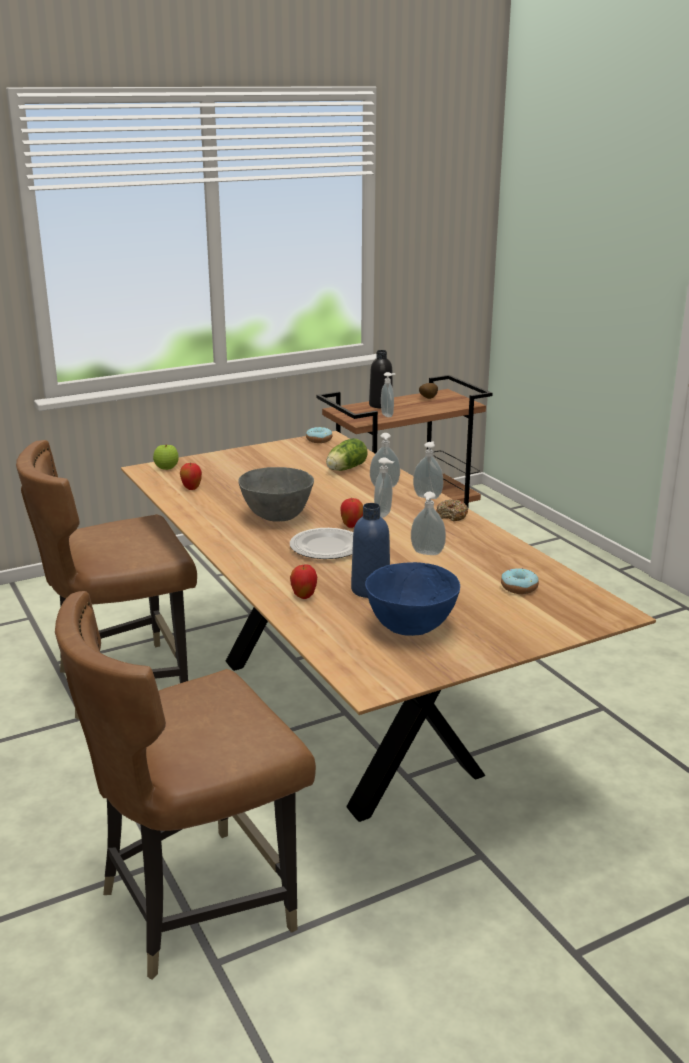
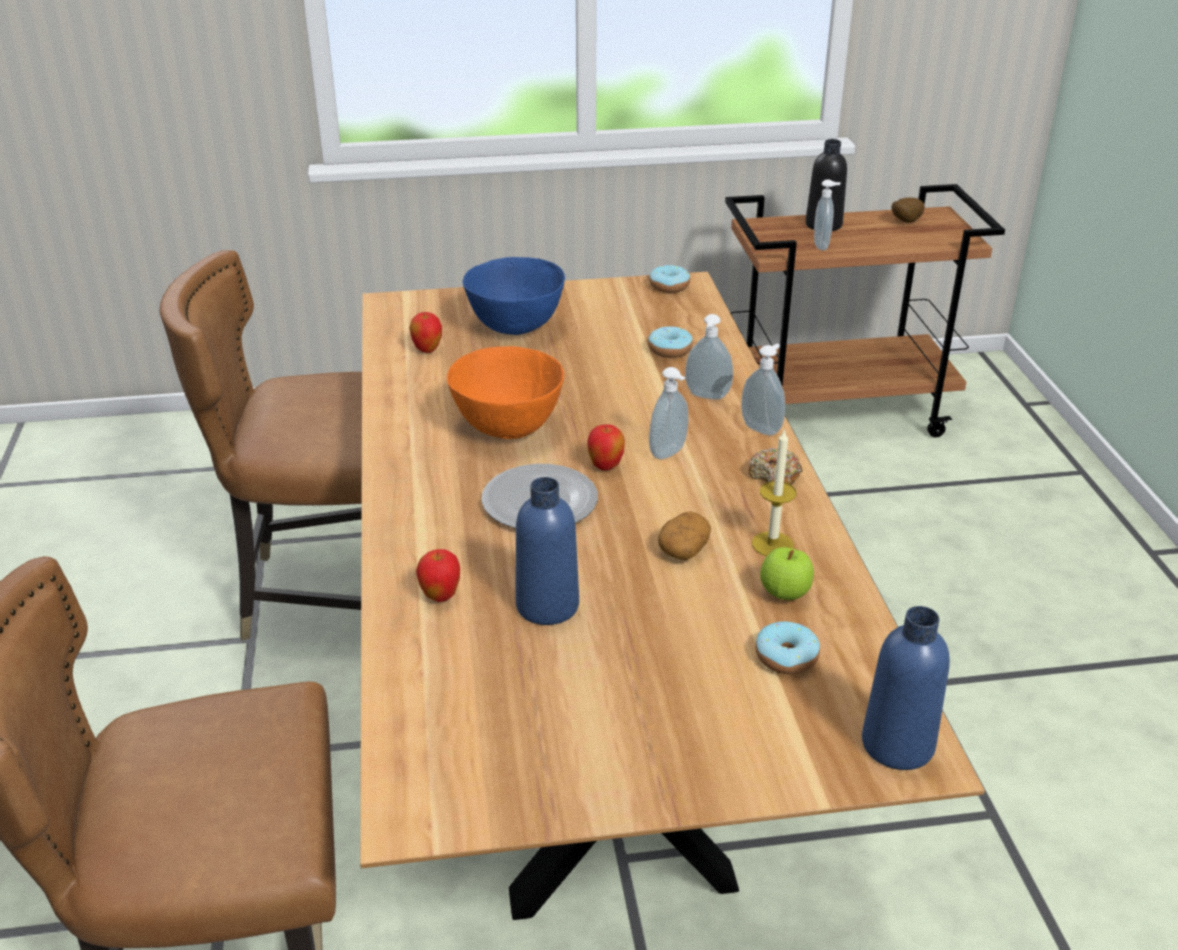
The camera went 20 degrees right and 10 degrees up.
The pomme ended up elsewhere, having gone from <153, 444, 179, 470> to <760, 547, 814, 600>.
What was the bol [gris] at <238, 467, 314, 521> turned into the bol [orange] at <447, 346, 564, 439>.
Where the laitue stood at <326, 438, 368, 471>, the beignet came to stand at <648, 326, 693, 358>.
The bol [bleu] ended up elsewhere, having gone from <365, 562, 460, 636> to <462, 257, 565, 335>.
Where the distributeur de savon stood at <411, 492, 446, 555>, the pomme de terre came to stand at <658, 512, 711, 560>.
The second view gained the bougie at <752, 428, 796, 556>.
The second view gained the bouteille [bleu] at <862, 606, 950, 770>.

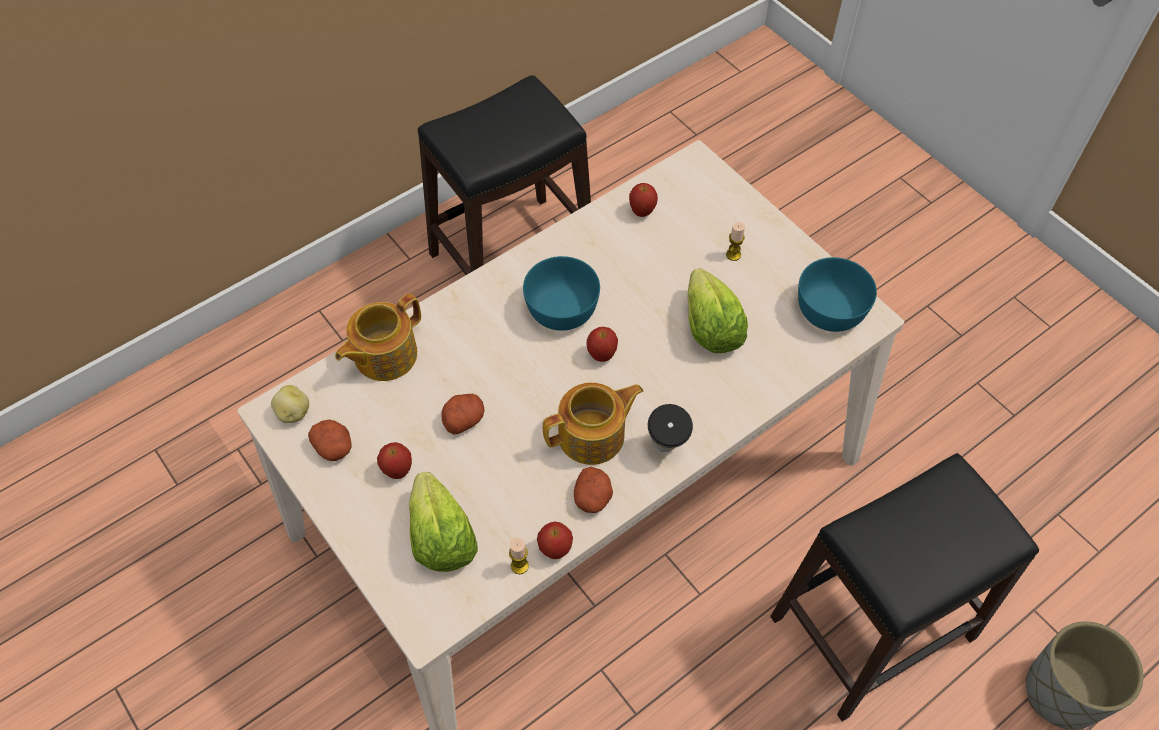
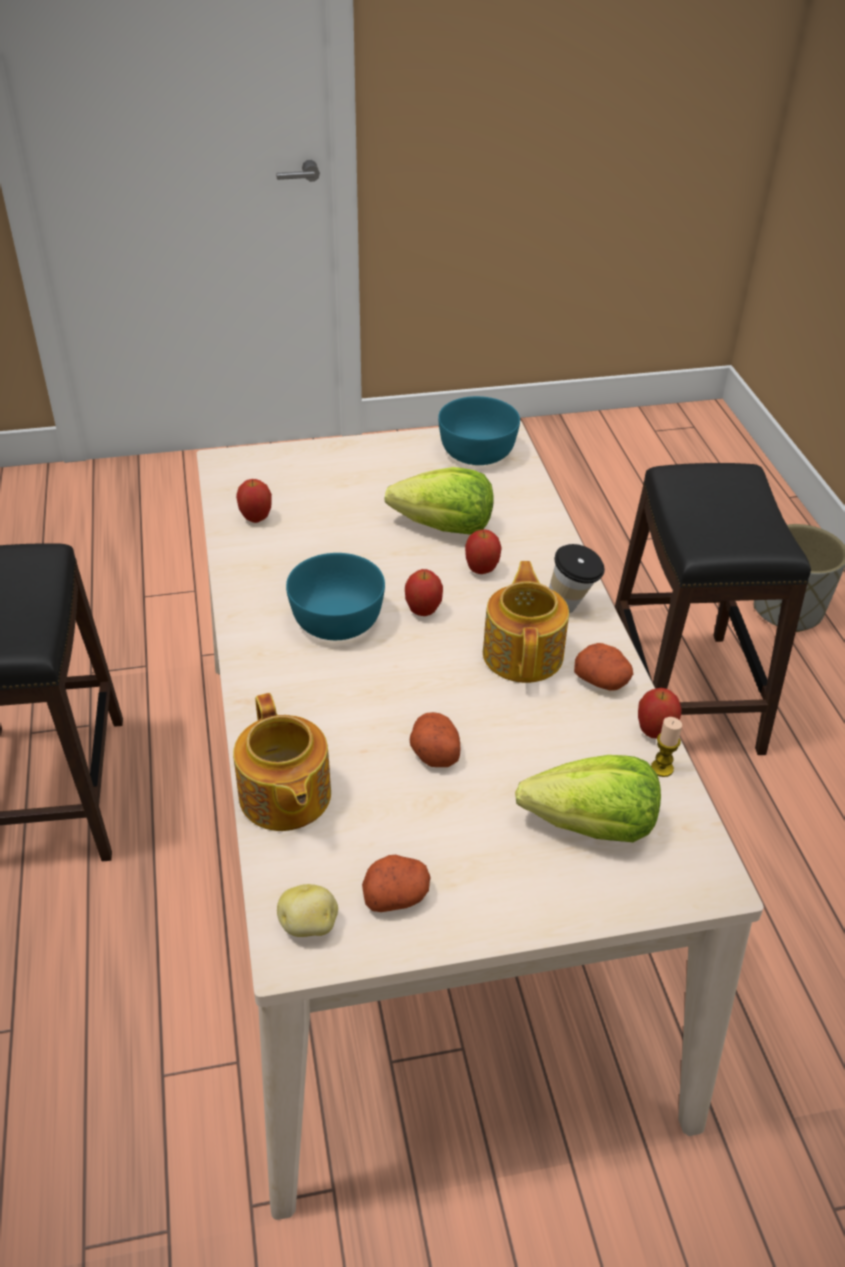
The camera went 65 degrees left and 15 degrees down.
The pomme ended up elsewhere, having gone from <377, 442, 412, 479> to <465, 529, 502, 574>.
The second view lost the bougie at <726, 222, 745, 261>.

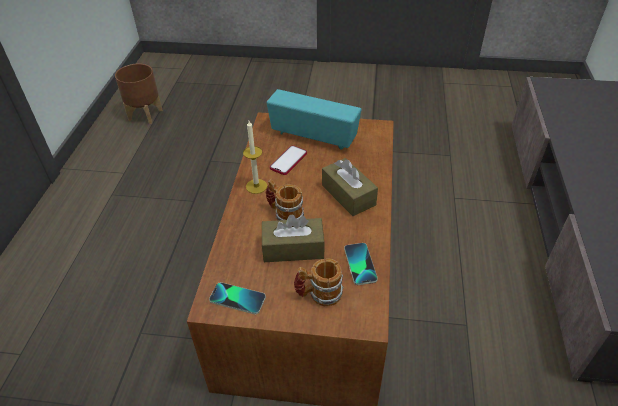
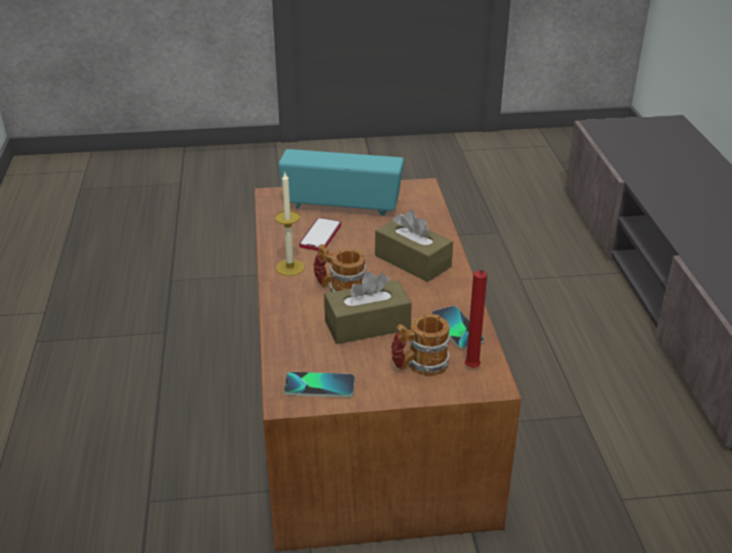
The camera went 15 degrees left and 10 degrees down.
The second view lost the cache-pot [marron] at <115, 64, 163, 124>.
The second view gained the bougie [rouge] at <465, 269, 487, 368>.

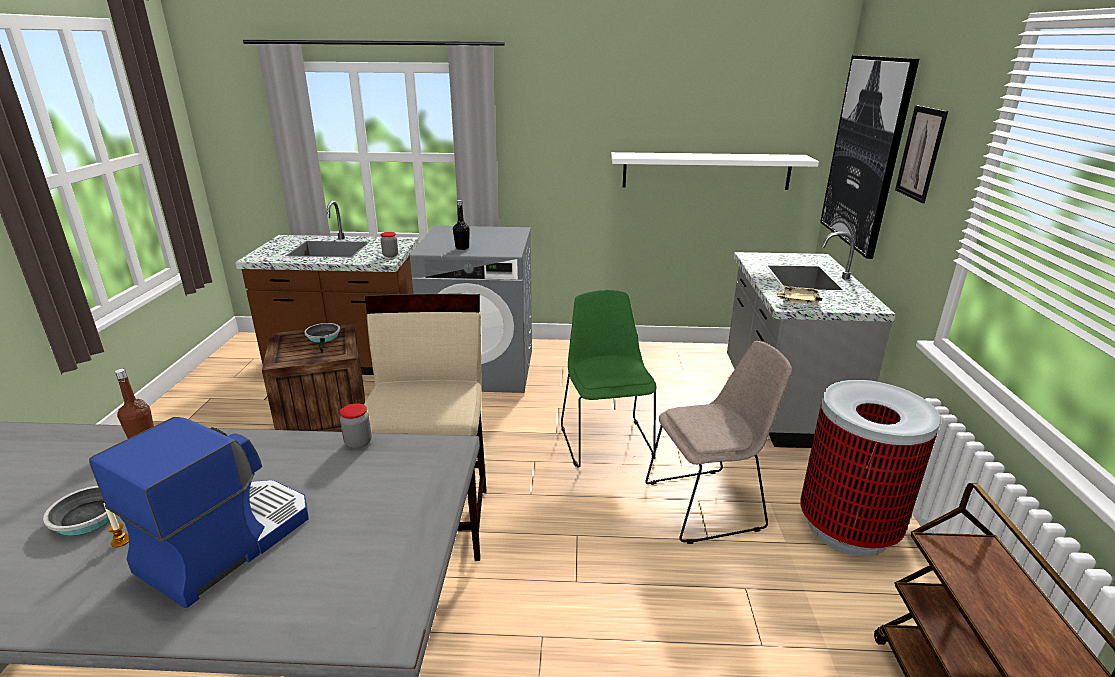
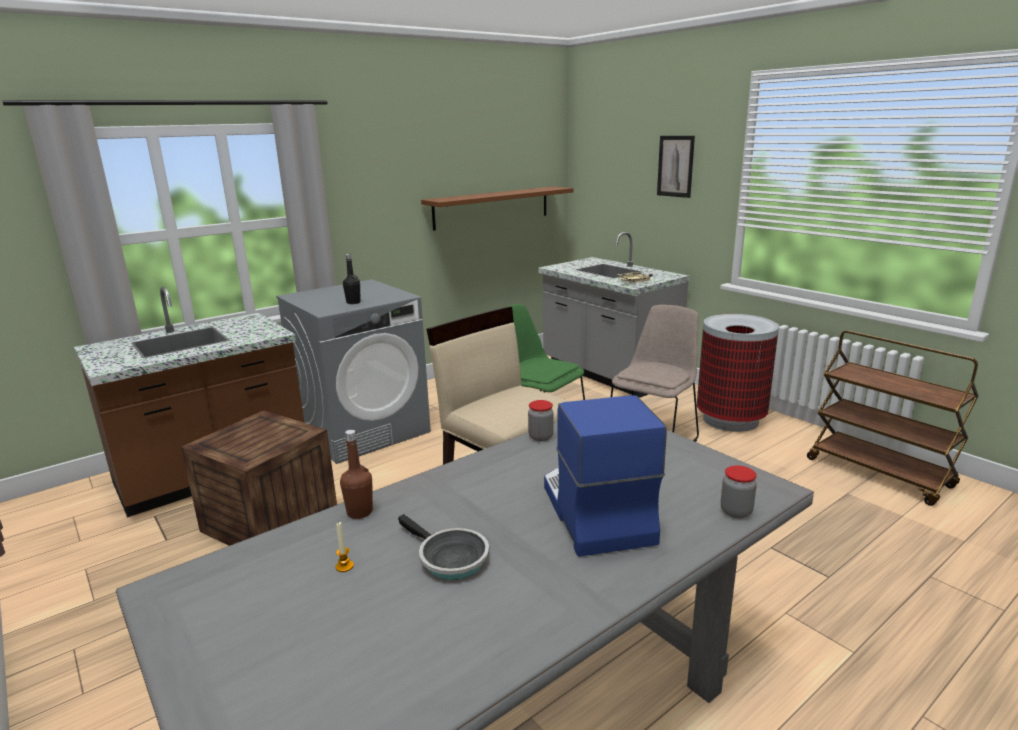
The camera went 40 degrees left and 5 degrees down.
The bougie ended up elsewhere, having gone from <104, 503, 129, 547> to <336, 522, 354, 572>.
The second view lost the poêle at <305, 323, 340, 353>.
The bocal ended up elsewhere, having gone from <381, 232, 398, 257> to <721, 465, 757, 518>.
What was the étagère [blanc] at <611, 152, 819, 190> turned into the étagère [marron] at <421, 186, 573, 231>.
The second view lost the tableau at <820, 55, 919, 259>.

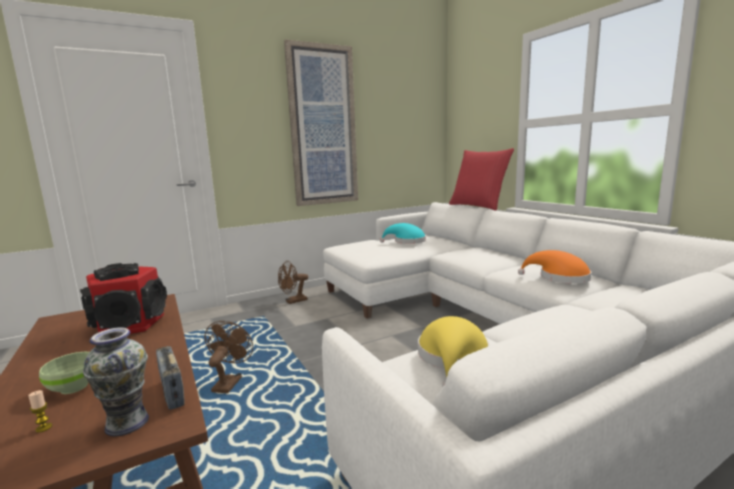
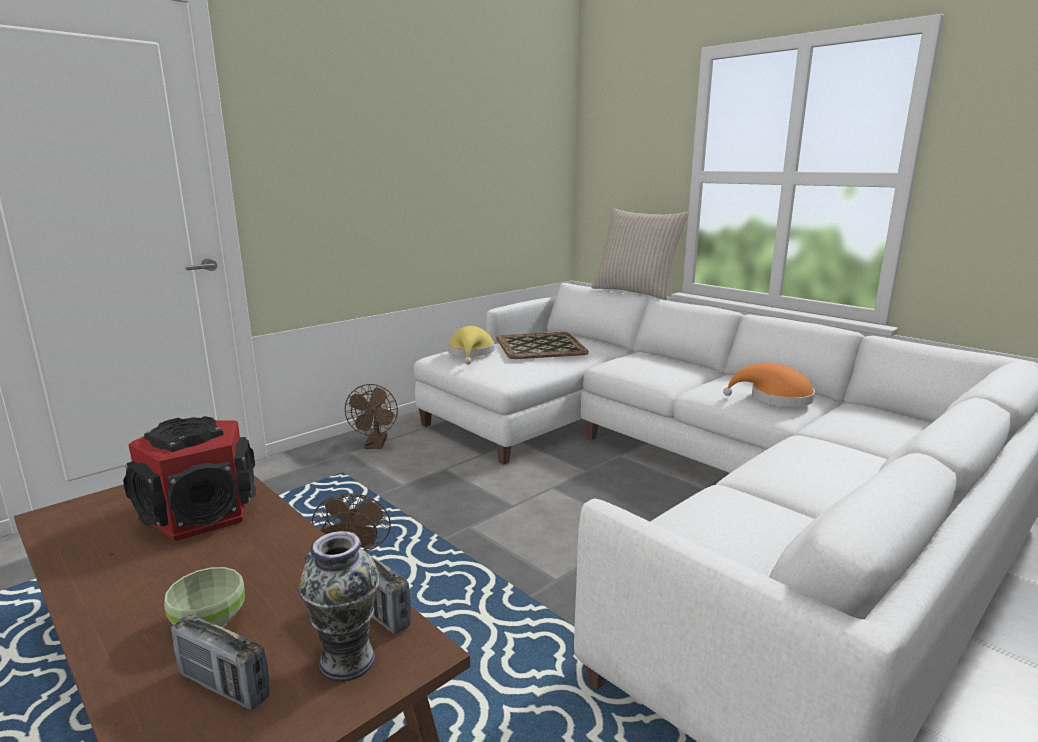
The camera went 15 degrees left and 5 degrees up.
Where the bougie stood at <28, 390, 52, 433>, the radio came to stand at <171, 615, 270, 710>.
The ventilateur [marron] at <278, 261, 308, 304> ended up facing another way, 45 degrees counterclockwise from before.
The second view lost the tableau at <284, 40, 358, 206>.
Where the chapeau [turquoise] stood at <380, 223, 426, 244>, the plateau came to stand at <496, 332, 589, 359>.
The chapeau [jaune] ended up elsewhere, having gone from <418, 316, 489, 387> to <448, 326, 494, 365>.
What was the coussin [rouge] at <449, 148, 514, 211> turned into the coussin [beige] at <591, 208, 689, 300>.

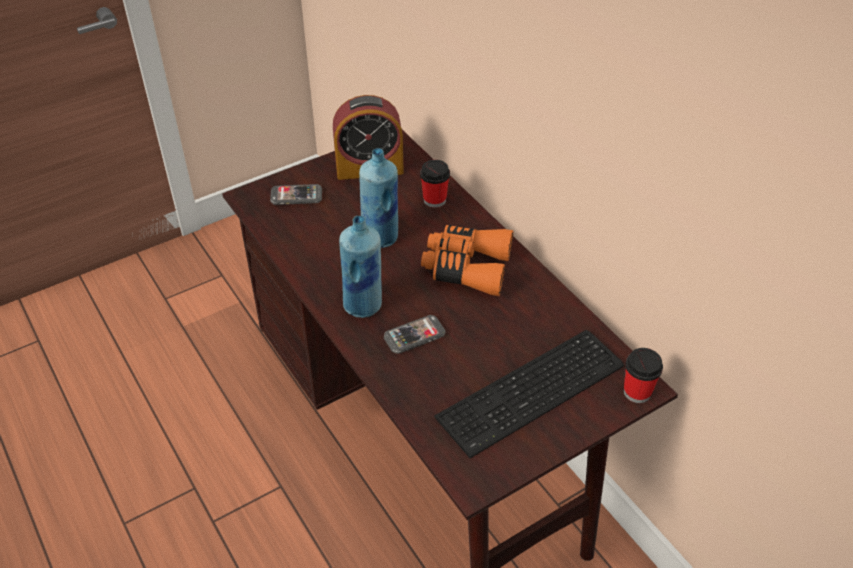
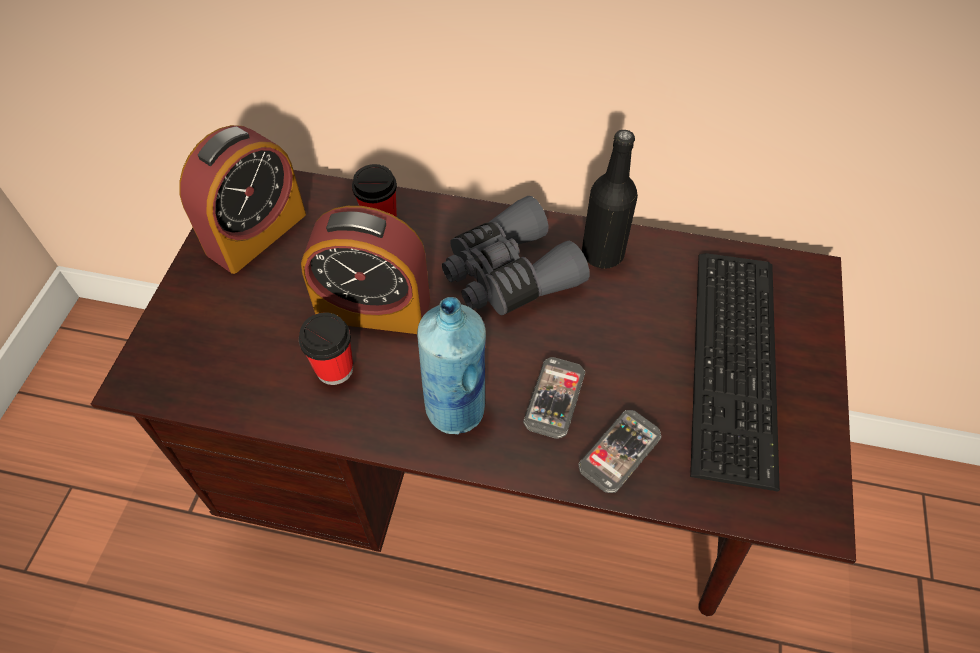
The camera went 45 degrees left and 10 degrees up.
The téléphone ended up elsewhere, having gone from <270, 184, 322, 205> to <578, 410, 661, 493>.
Where the bouteille [bleu] stood at <359, 148, 398, 248>, the réveil came to stand at <301, 206, 430, 334>.
What was the jumelles [orange] at <421, 225, 513, 296> turned into the jumelles [gris] at <442, 196, 590, 316>.
The tasse ended up elsewhere, having gone from <624, 348, 663, 403> to <299, 312, 353, 385>.
The second view gained the bouteille [noir] at <582, 130, 638, 269>.

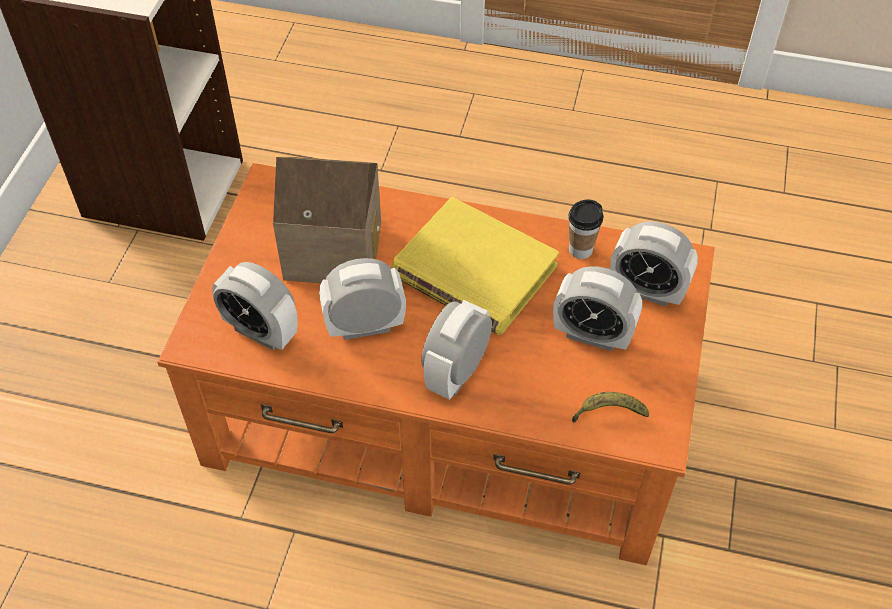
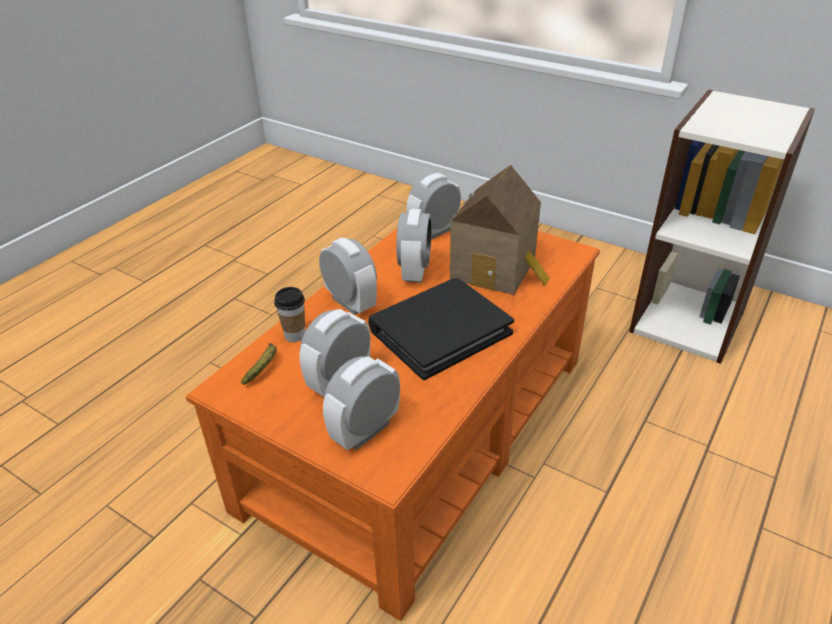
The camera went 110 degrees right and 15 degrees down.
What was the livre [jaune] at <392, 197, 559, 335> turned into the livre [noir] at <368, 278, 514, 380>.
The tasse ended up elsewhere, having gone from <568, 200, 603, 259> to <274, 287, 305, 342>.

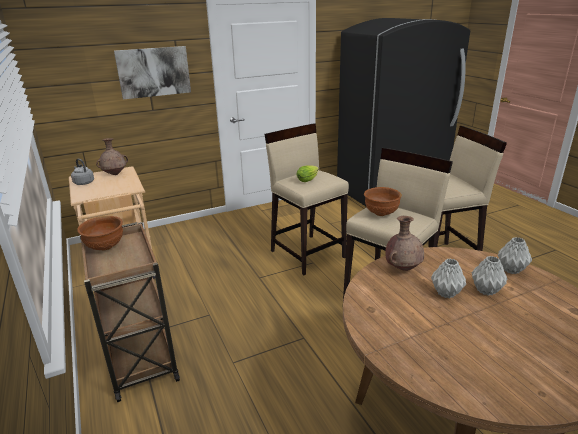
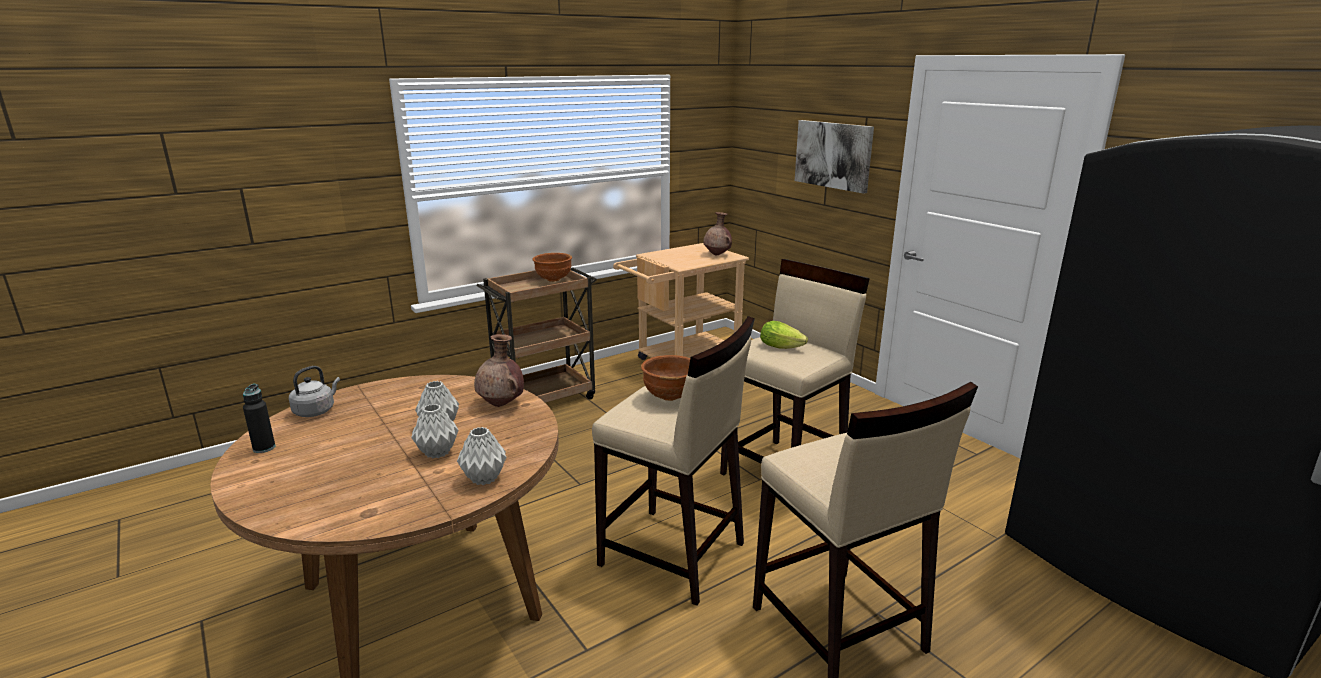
The camera went 80 degrees right and 5 degrees down.
The bouilloire [gris] ended up elsewhere, having gone from <71, 158, 94, 185> to <289, 366, 340, 417>.
The second view gained the bouteille [noir] at <243, 384, 275, 453>.

